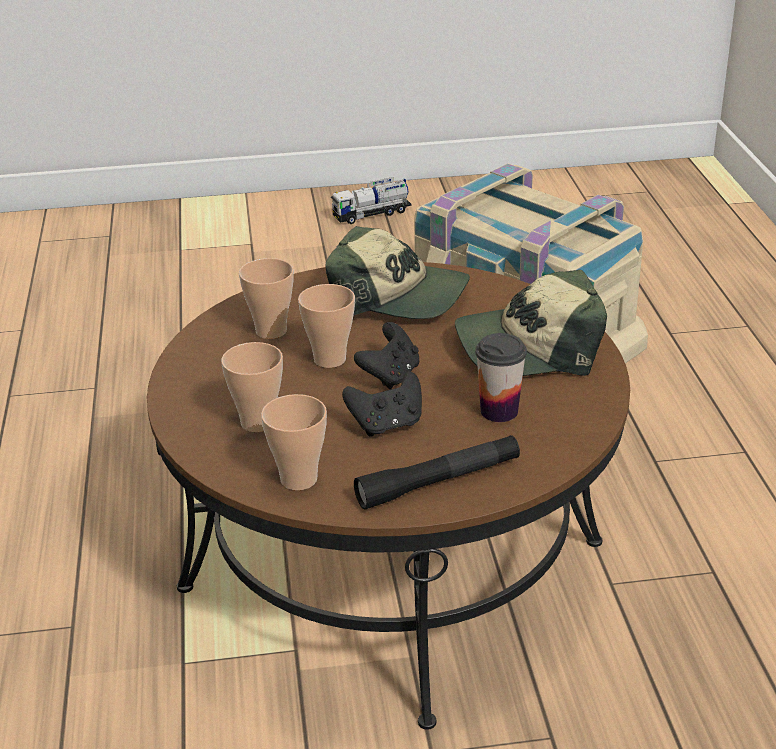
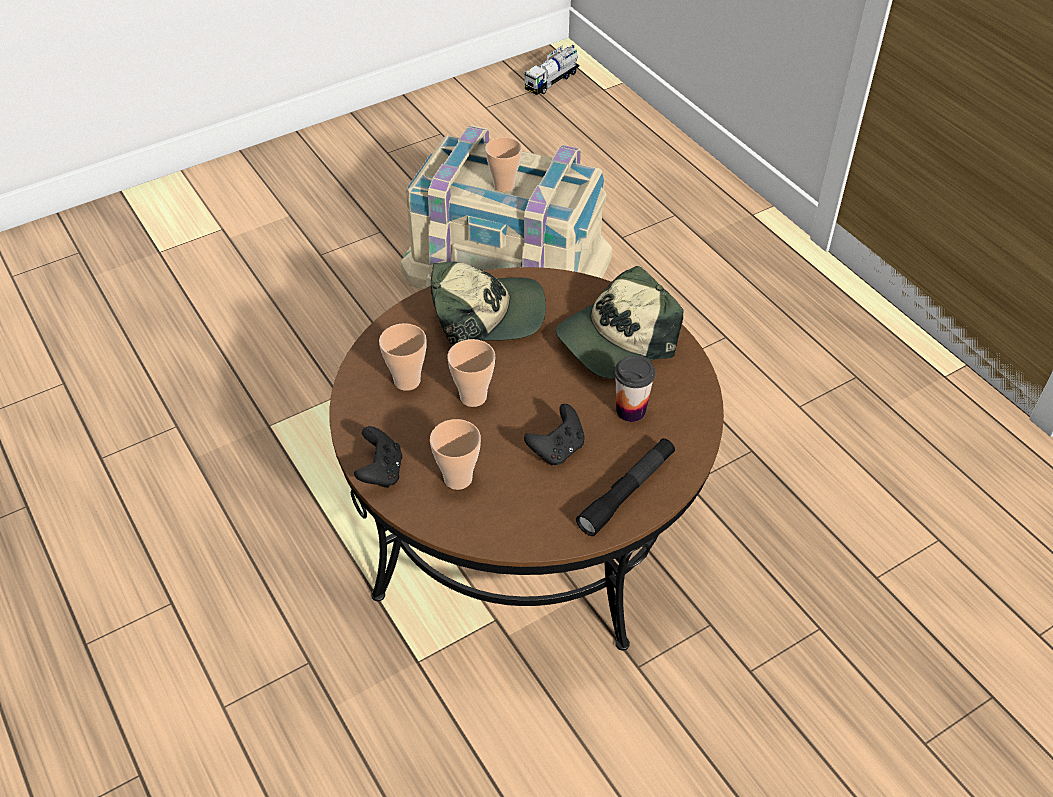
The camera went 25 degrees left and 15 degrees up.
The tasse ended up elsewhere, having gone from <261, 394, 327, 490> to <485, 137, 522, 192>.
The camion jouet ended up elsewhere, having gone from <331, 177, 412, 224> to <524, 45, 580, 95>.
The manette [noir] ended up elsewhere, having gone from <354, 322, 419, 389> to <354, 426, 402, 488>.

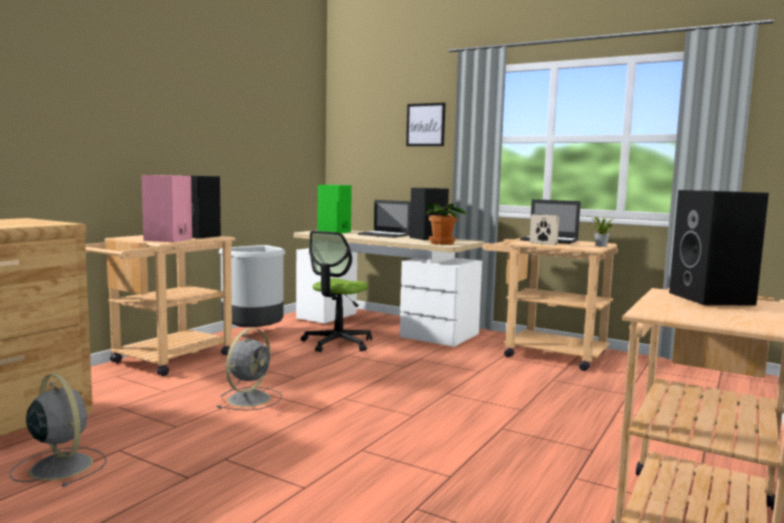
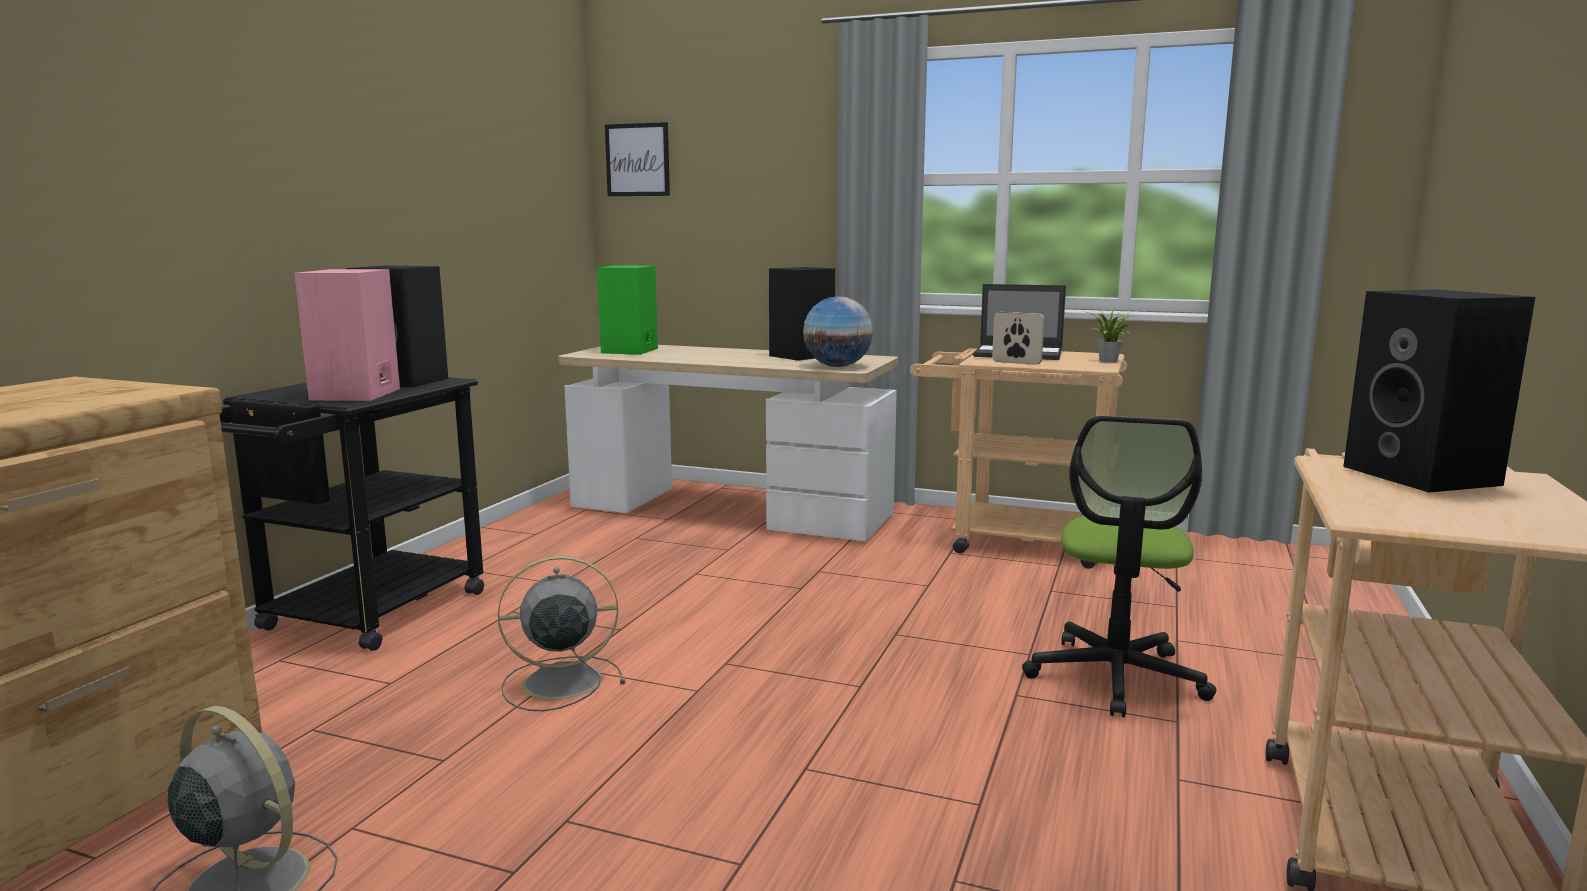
The camera went 10 degrees left and 5 degrees up.
What was the chariot [beige] at <85, 235, 236, 376> turned into the chariot [noir] at <220, 377, 484, 651>.
The ventilateur [gris] at <216, 328, 282, 410> ended up facing another way, 120 degrees counterclockwise from before.
The second view lost the poubelle [gris] at <219, 245, 285, 327>.
The chaise de bureau ended up elsewhere, having gone from <301, 231, 372, 352> to <1022, 416, 1217, 717>.
The second view lost the ordinateur portable at <357, 200, 411, 238>.
The tableau ended up elsewhere, having gone from <406, 103, 446, 146> to <605, 122, 670, 196>.
Where the plante en pot stood at <426, 203, 467, 245>, the globe came to stand at <803, 296, 873, 367>.

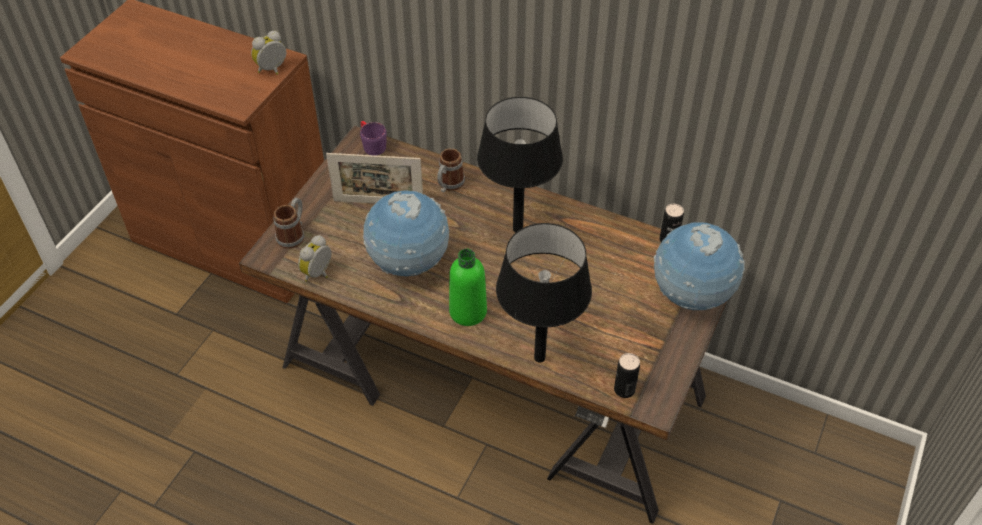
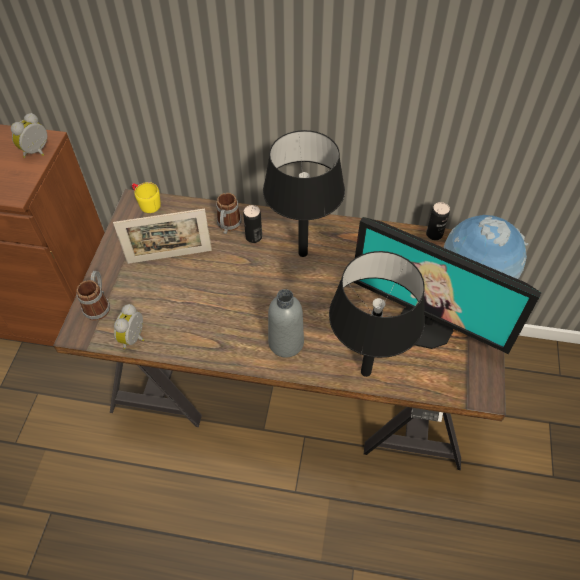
The camera went 15 degrees left and 5 degrees up.
What was the mug [violet] at <360, 121, 387, 156> turned into the mug [jaune] at <132, 182, 161, 213>.
The second view lost the globe at <363, 190, 449, 276>.
What was the bouteille [vert] at <449, 249, 487, 326> turned into the bouteille [gris] at <268, 289, 304, 358>.
The boîte métallique ended up elsewhere, having gone from <614, 353, 640, 398> to <243, 205, 262, 243>.
The second view gained the écran d'ordinateur at <353, 217, 541, 354>.

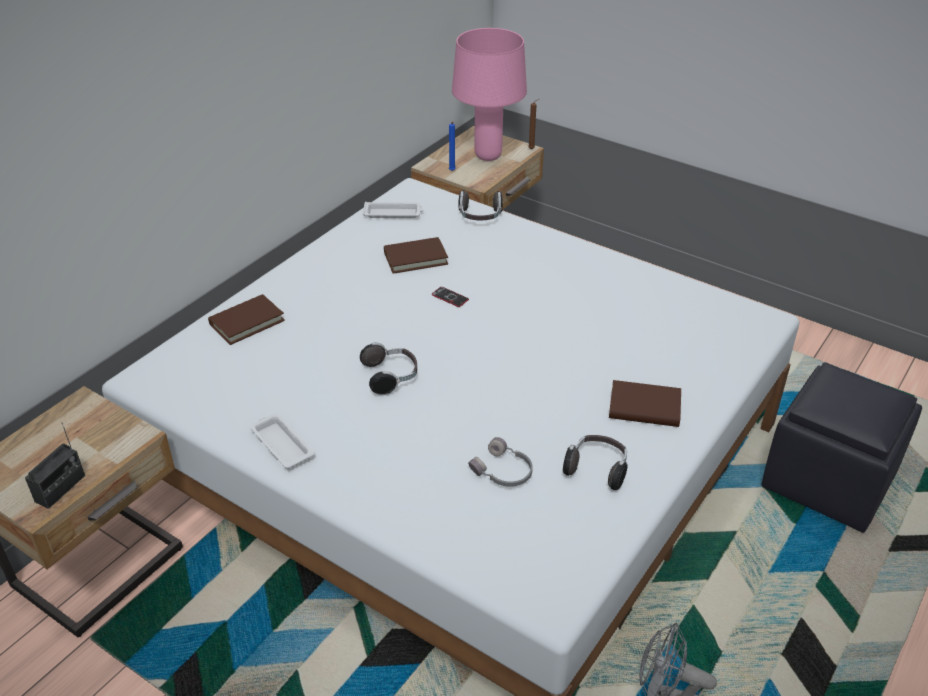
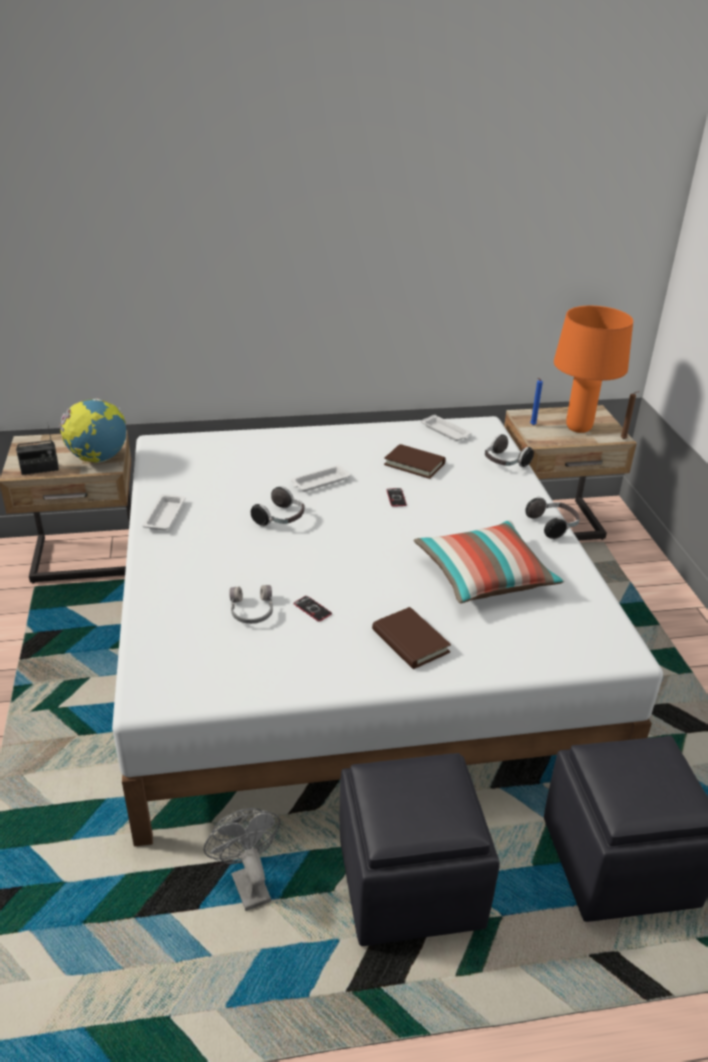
The camera went 45 degrees right and 5 degrees down.
The second view lost the livre [marron] at <208, 294, 285, 345>.
What was the lampe de table [rose] at <452, 28, 527, 161> turned into the lampe de table [orange] at <554, 306, 633, 433>.
The casque audio ended up elsewhere, having gone from <563, 435, 628, 490> to <525, 497, 580, 540>.
The second view gained the globe at <59, 399, 126, 463>.
The second view gained the plateau [blanc] at <291, 464, 351, 492>.
The second view gained the téléphone at <294, 596, 332, 622>.
The second view gained the pouf [noir] at <340, 753, 500, 946>.
The second view gained the coussin at <414, 520, 564, 603>.

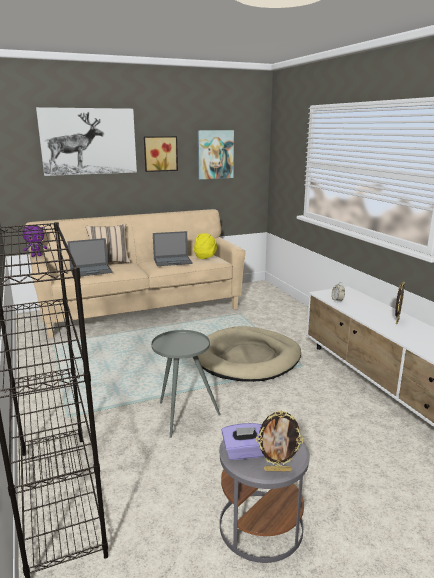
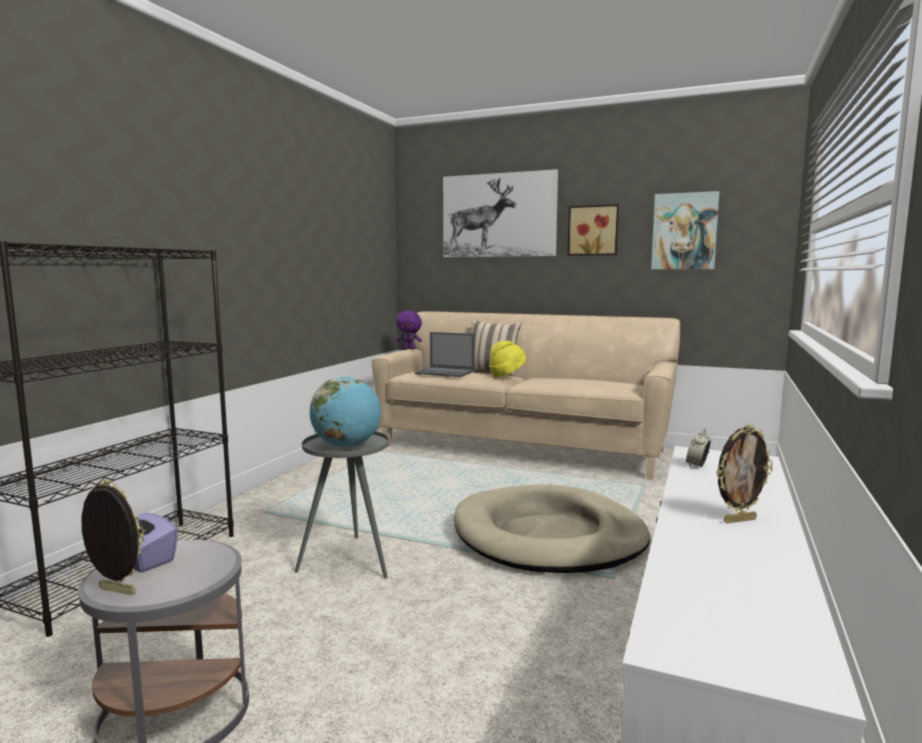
The camera went 45 degrees right and 10 degrees down.
The second view lost the ordinateur portable at <153, 231, 193, 266>.
The chapeau [jaune] ended up elsewhere, having gone from <194, 233, 217, 259> to <489, 341, 526, 377>.
The cadre photo at <256, 411, 304, 472> ended up facing another way, 150 degrees clockwise from before.
The second view gained the globe at <310, 376, 381, 448>.

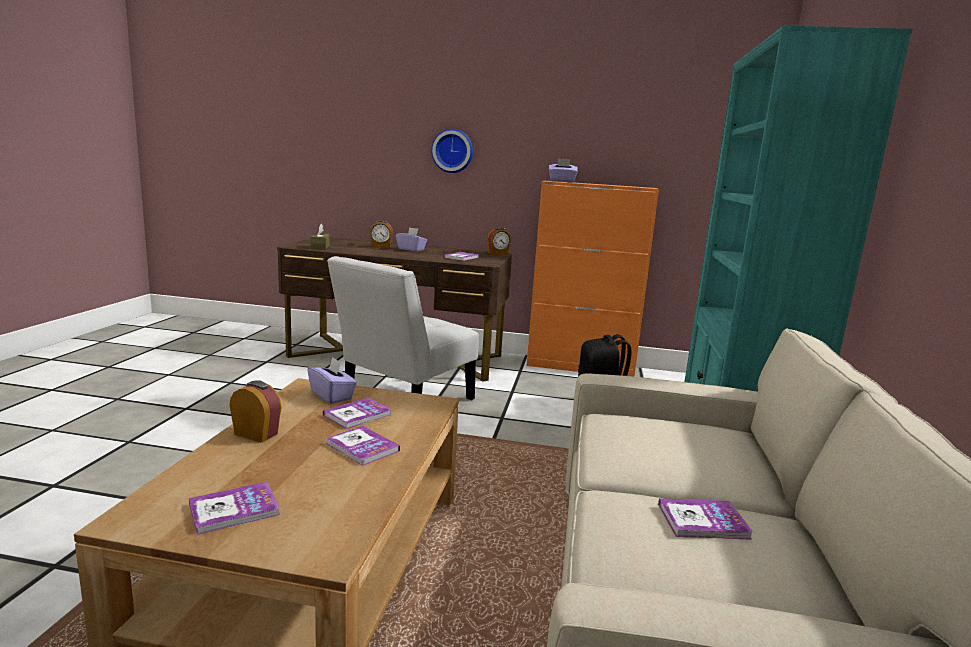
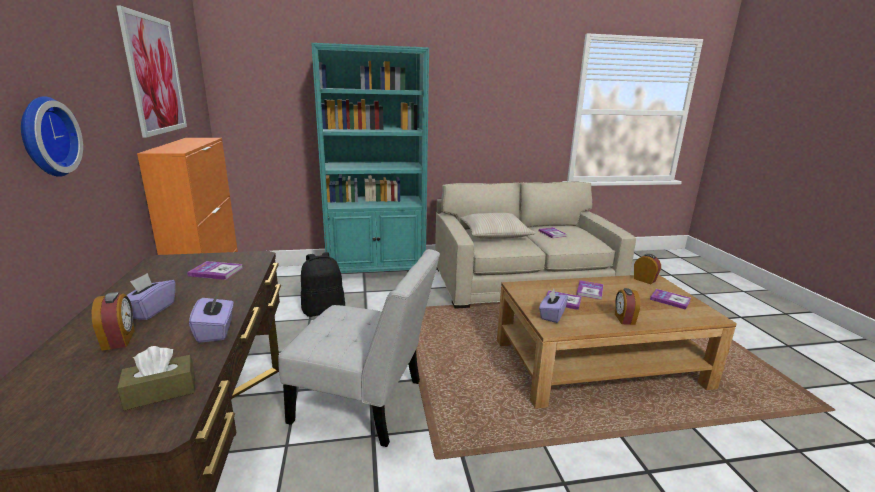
The camera went 110 degrees left and 5 degrees up.
The réveil ended up elsewhere, having gone from <487, 228, 511, 255> to <634, 254, 661, 284>.
The boîte à mouchoirs [violet] ended up elsewhere, having gone from <549, 158, 578, 182> to <189, 292, 234, 343>.
The second view gained the tableau at <116, 5, 187, 138>.
The second view gained the coussin [beige] at <460, 213, 536, 239>.

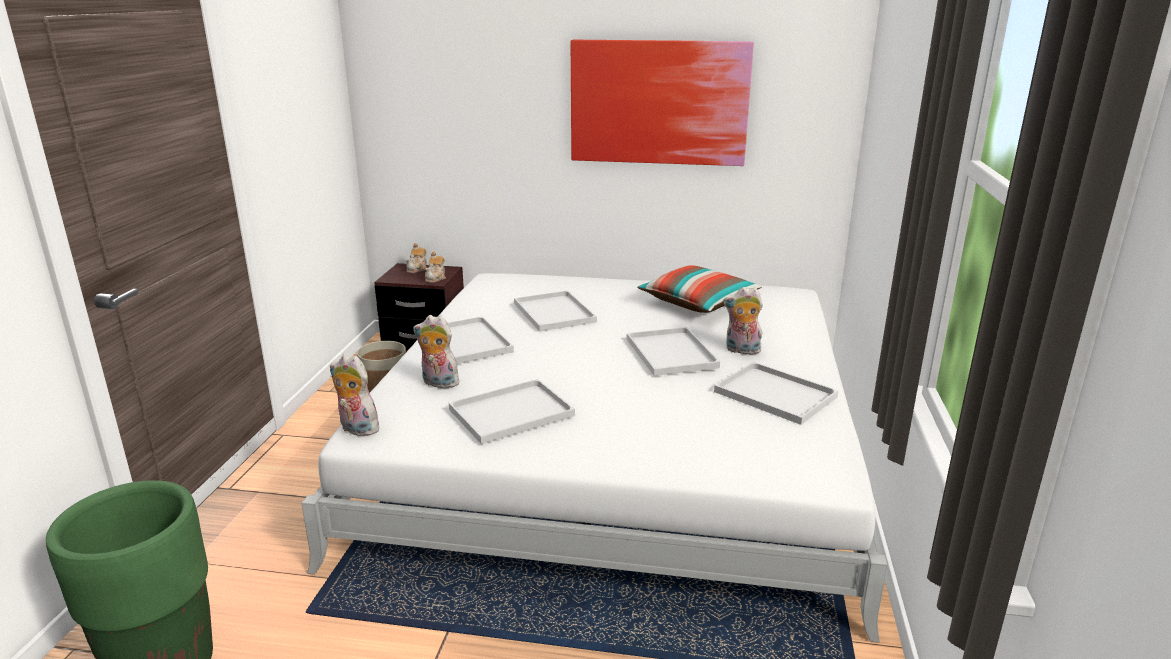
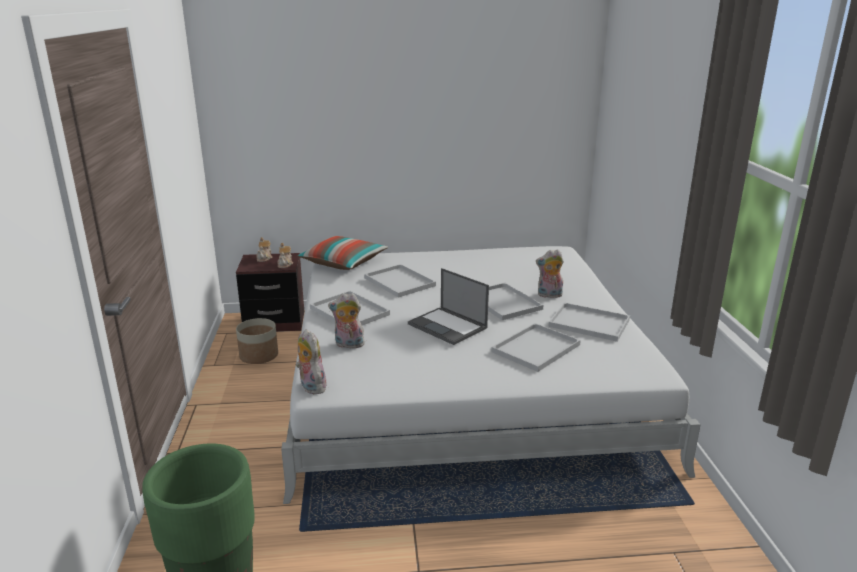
The camera went 15 degrees left and 0 degrees up.
The peluche at <330, 354, 381, 436> ended up facing another way, 45 degrees clockwise from before.
The plateau [blanc] ended up elsewhere, having gone from <449, 379, 575, 444> to <491, 323, 581, 372>.
The second view lost the tableau at <571, 40, 754, 166>.
The coussin ended up elsewhere, having gone from <637, 265, 762, 313> to <297, 236, 388, 270>.
The second view gained the ordinateur portable at <408, 268, 489, 345>.

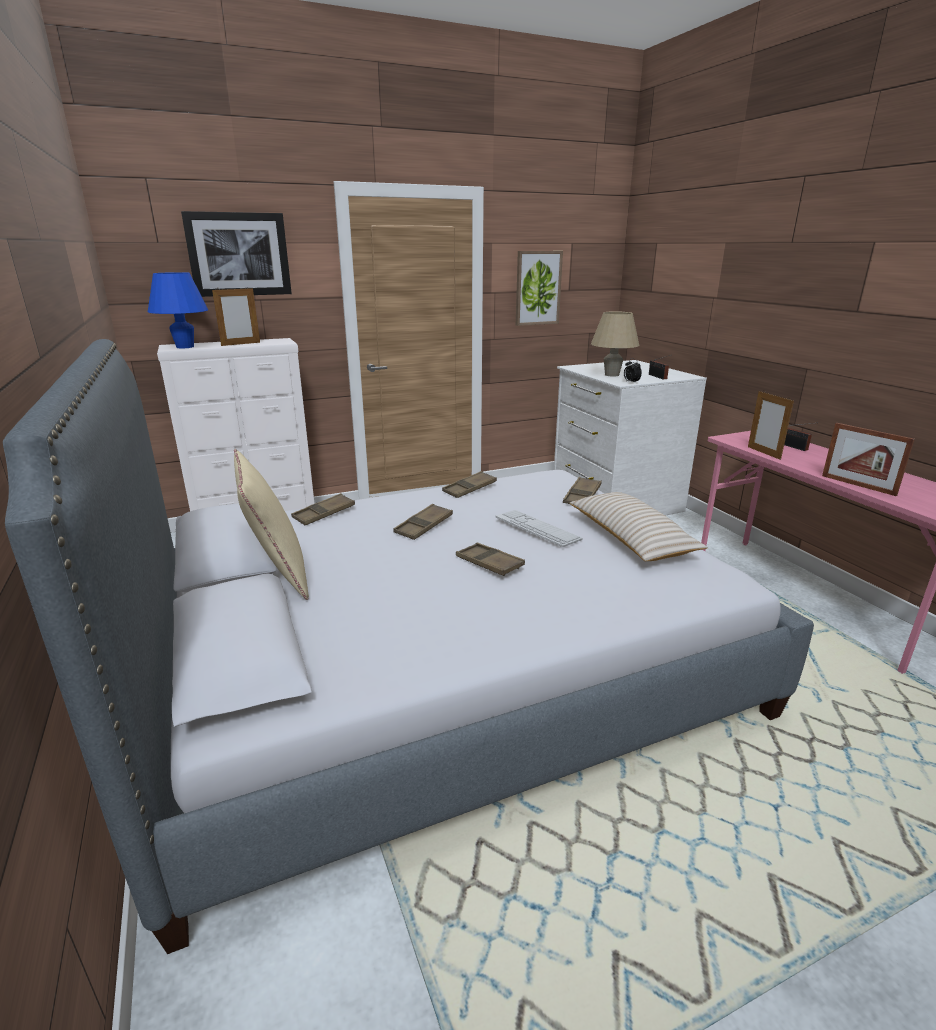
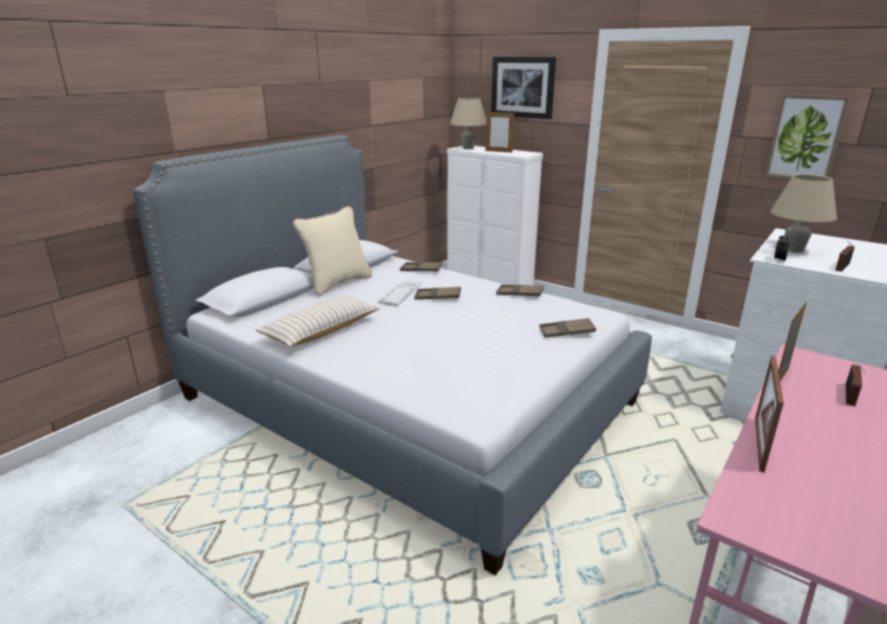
The camera went 60 degrees right and 0 degrees up.
What was the lampe de table [bleu] at <148, 272, 208, 348> turned into the lampe de table [beige] at <450, 98, 486, 149>.
The second view lost the plateau [marron] at <456, 543, 525, 576>.
The clavier ended up elsewhere, having gone from <495, 510, 583, 547> to <378, 279, 422, 307>.
The coussin [beige] ended up elsewhere, having gone from <570, 492, 708, 561> to <255, 295, 380, 347>.

